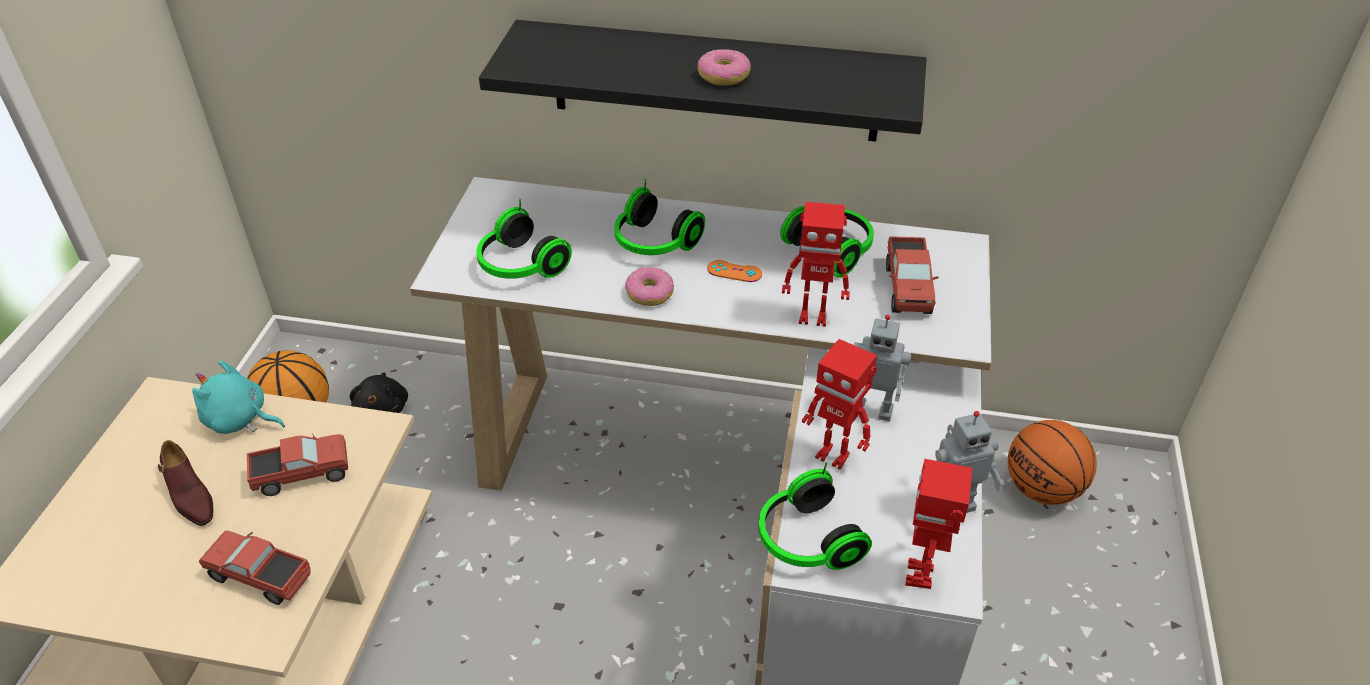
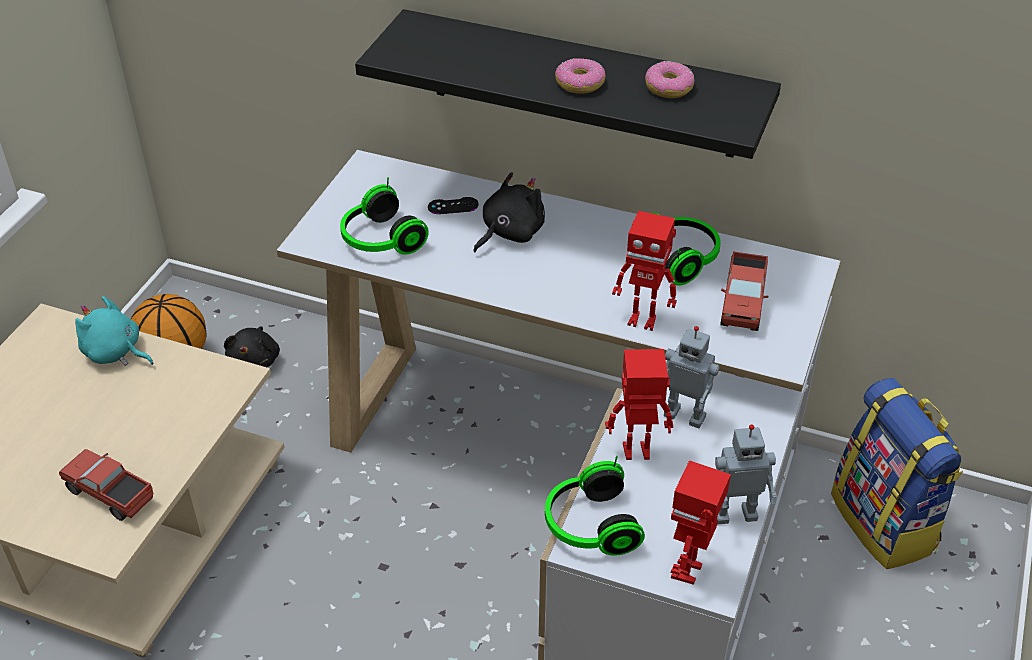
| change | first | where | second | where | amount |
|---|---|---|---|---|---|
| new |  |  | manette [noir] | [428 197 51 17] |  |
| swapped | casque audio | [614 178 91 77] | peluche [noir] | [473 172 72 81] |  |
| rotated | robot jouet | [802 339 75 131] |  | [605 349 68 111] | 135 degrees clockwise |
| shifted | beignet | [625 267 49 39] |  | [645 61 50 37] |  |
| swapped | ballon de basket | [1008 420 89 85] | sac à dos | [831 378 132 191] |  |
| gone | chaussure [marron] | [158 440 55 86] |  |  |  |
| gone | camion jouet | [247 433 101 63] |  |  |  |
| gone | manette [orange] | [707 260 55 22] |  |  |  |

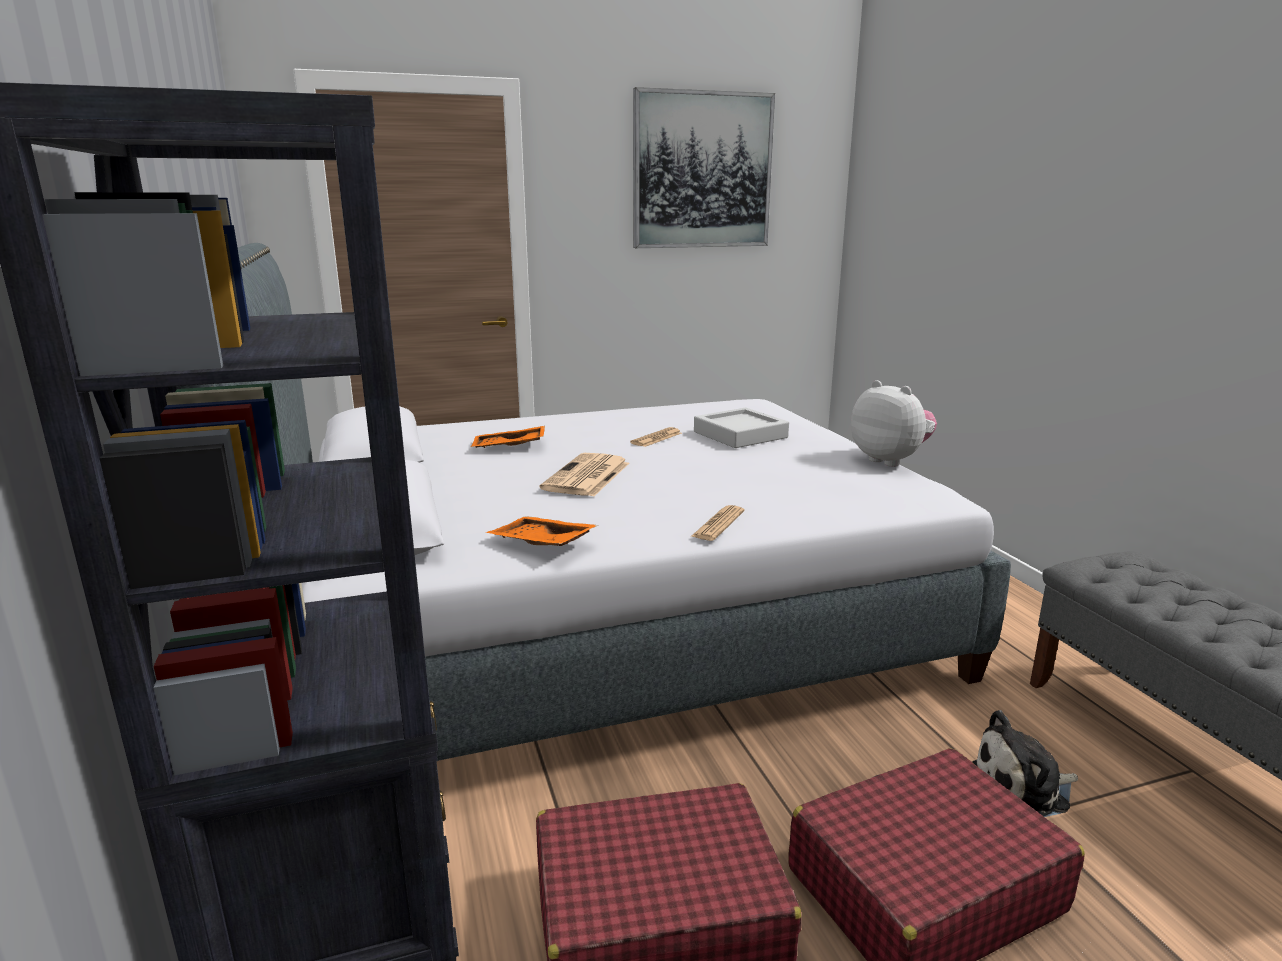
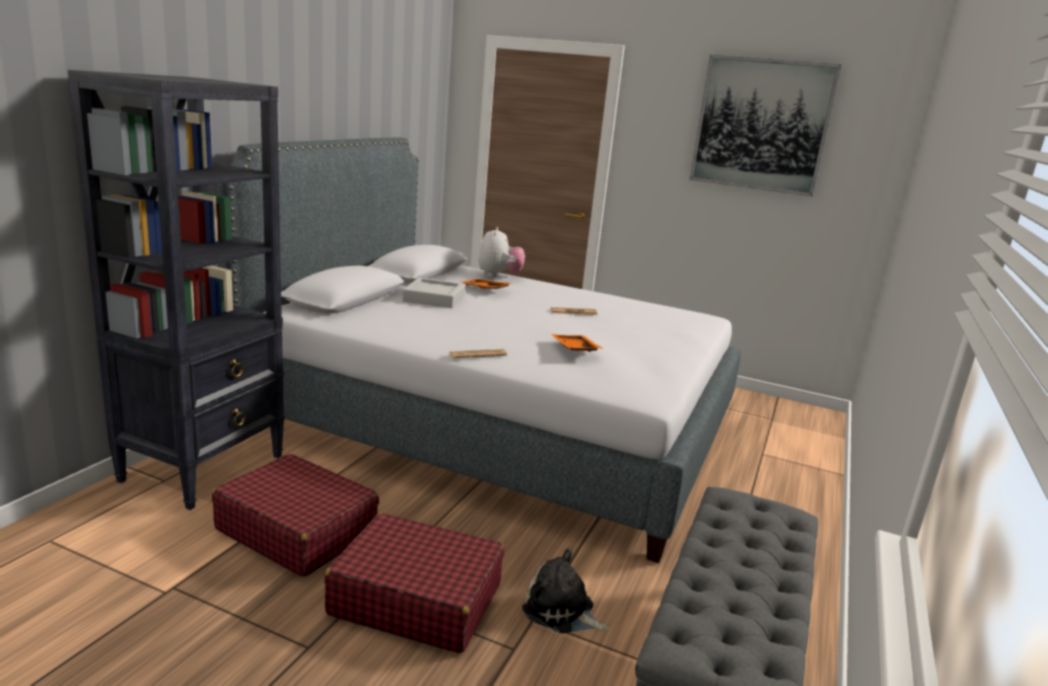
| change | first | where | second | where | amount |
|---|---|---|---|---|---|
| shifted | plateau [gris] | [694 408 95 40] |  | [402 278 63 30] |  |
| shifted | peluche | [851 380 86 87] |  | [478 227 47 50] |  |
| shifted | plateau [orange] | [485 516 113 30] |  | [551 334 51 18] |  |
| gone | journal | [539 453 90 44] |  |  |  |

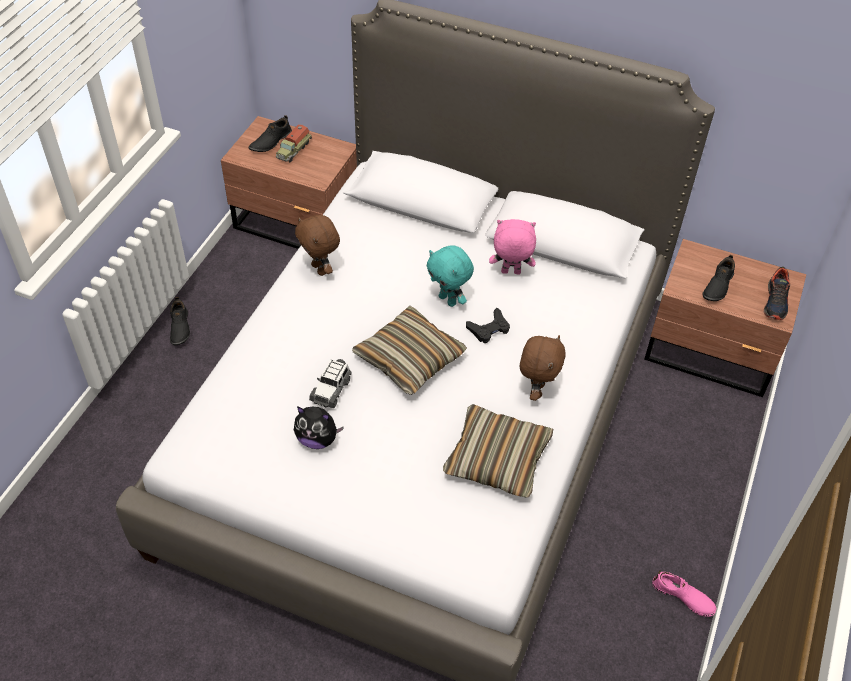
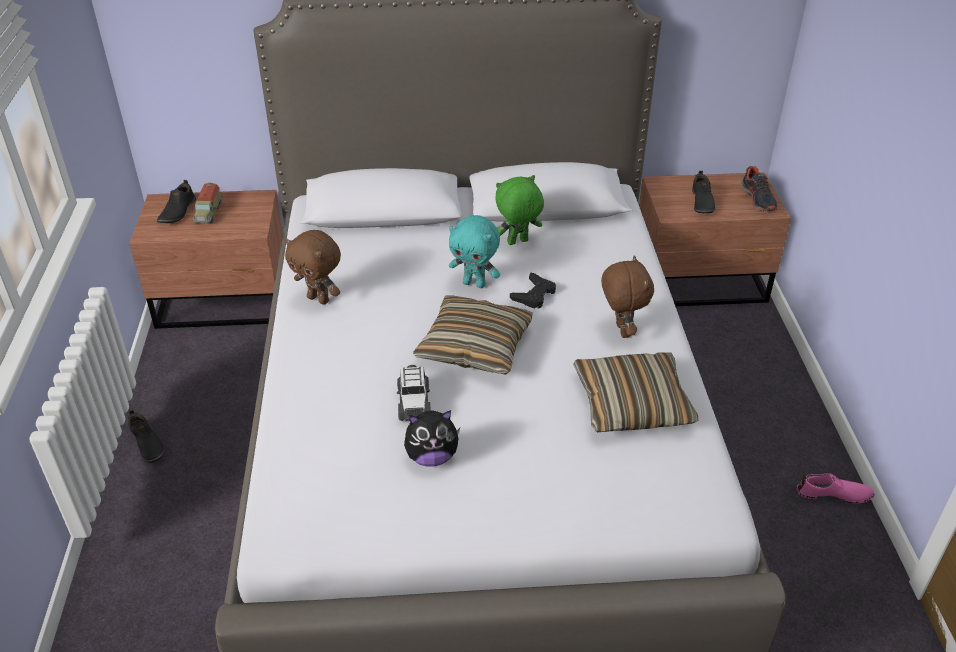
| change | first | where | second | where | amount |
|---|---|---|---|---|---|
| repainted | peluche [rose] | [489 219 47 55] | peluche [vert] | [495 175 49 70] |  |

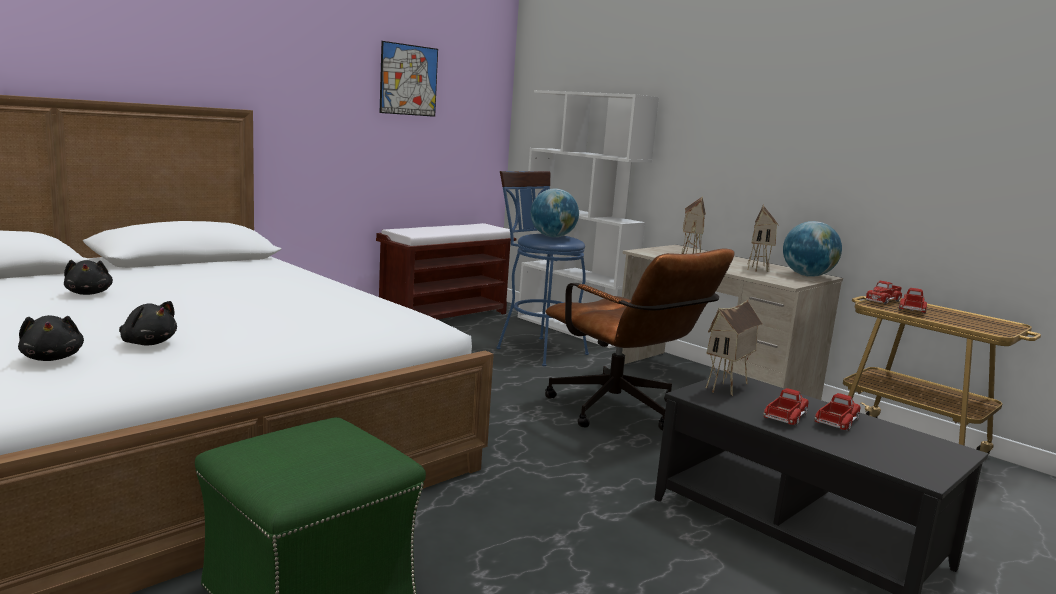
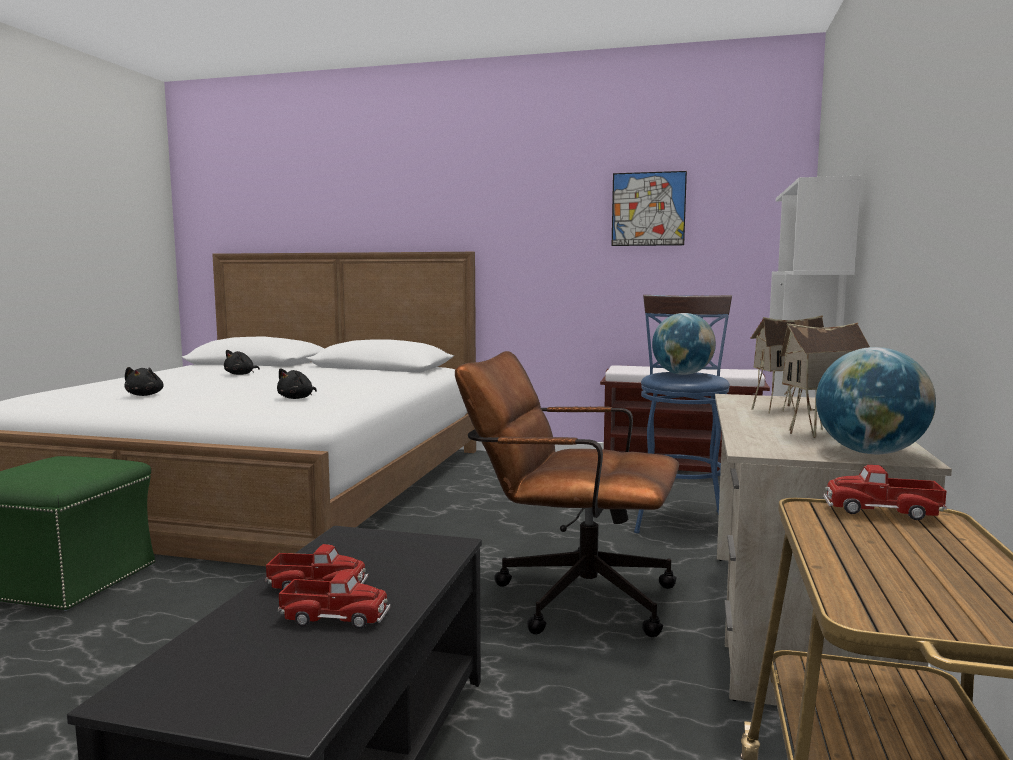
| change | first | where | second | where | amount |
|---|---|---|---|---|---|
| shifted | peluche [noir] | [18 315 66 46] |  | [277 368 40 31] |  |
| rotated | chaise de bureau [marron] | [545 249 189 182] |  | [455 351 224 286] | 90 degrees clockwise |
| gone | maison miniature | [706 300 56 96] |  |  |  |
| gone | camion jouet | [899 288 28 26] |  |  |  |

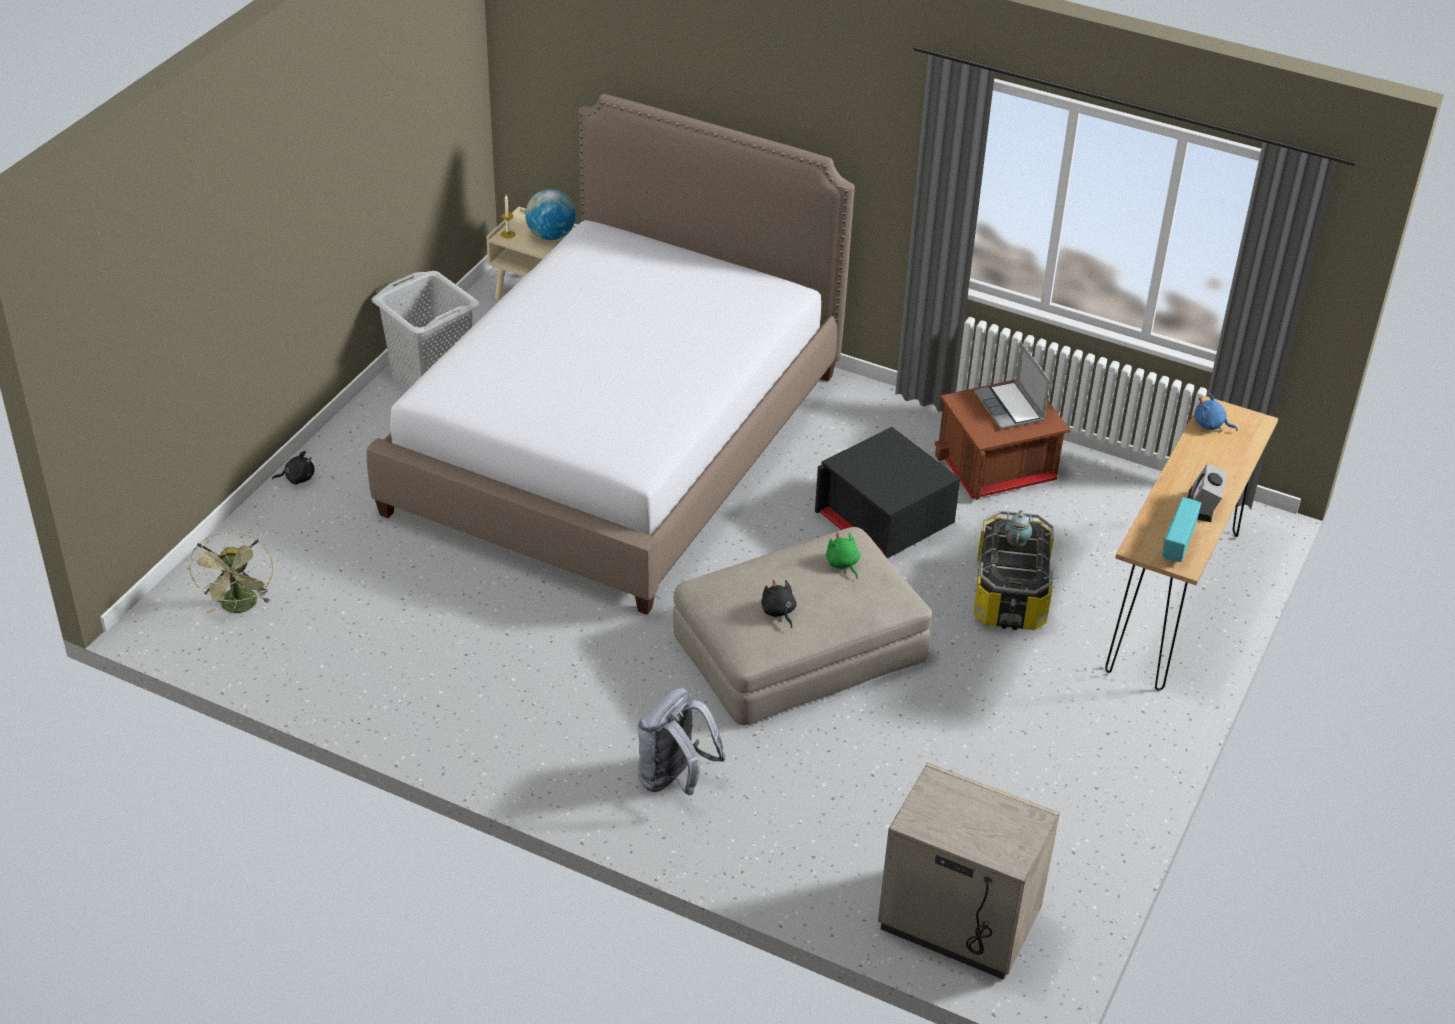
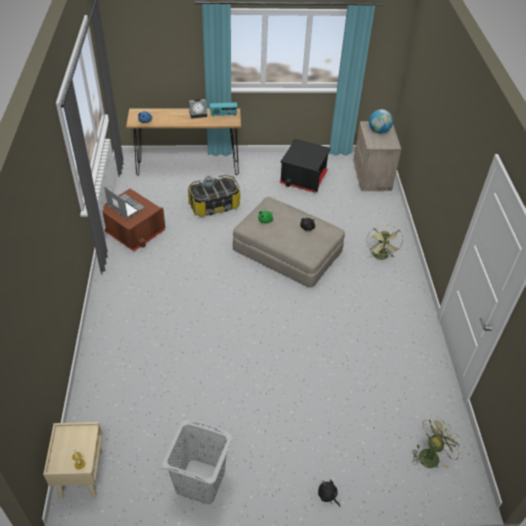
| change | first | where | second | where | amount |
|---|---|---|---|---|---|
| rotated | ordinateur portable | [974 344 76 85] |  | [104 187 41 32] | 90 degrees counterclockwise |
| shifted | boîte de rangement [noir] | [815 427 145 132] |  | [280 139 51 54] |  |
| swapped | sac à dos [gris] | [638 688 87 107] | ventilateur [vert] | [366 225 37 35] |  |
| shifted | globe | [525 189 51 51] |  | [369 109 24 25] |  |
| gone | lit | [367 94 488 521] |  |  |  |

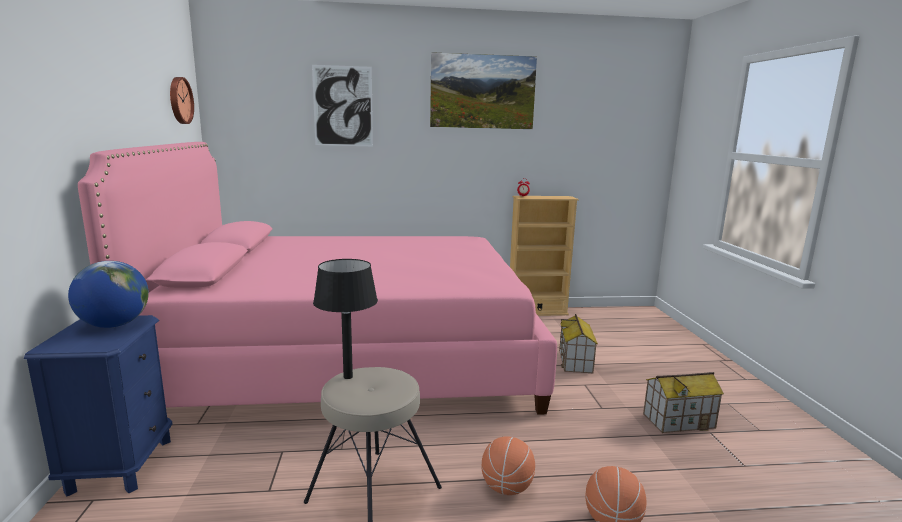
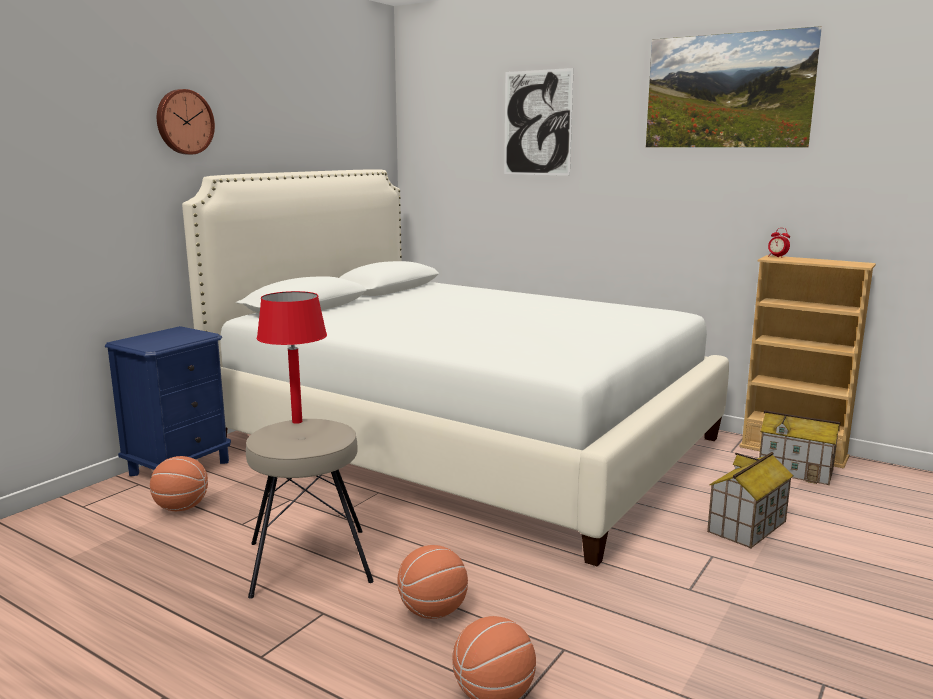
| change | first | where | second | where | amount |
|---|---|---|---|---|---|
| new |  |  | ballon de basket | [150 456 58 55] |  |
| shifted | horloge murale | [170 77 24 47] |  | [157 89 58 66] |  |
| repainted | lit [rose] | [78 142 479 273] | lit [blanc] | [182 169 547 397] |  |
| repainted | lampe de table [noir] | [313 259 65 120] | lampe de table [rouge] | [257 291 70 133] |  |
| shifted | maison miniature | [643 372 81 61] |  | [759 410 82 75] |  |
| gone | globe | [68 261 81 67] |  |  |  |

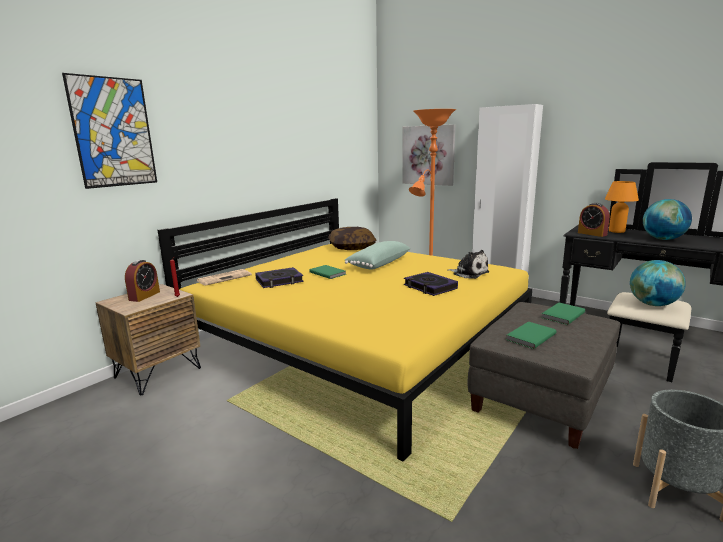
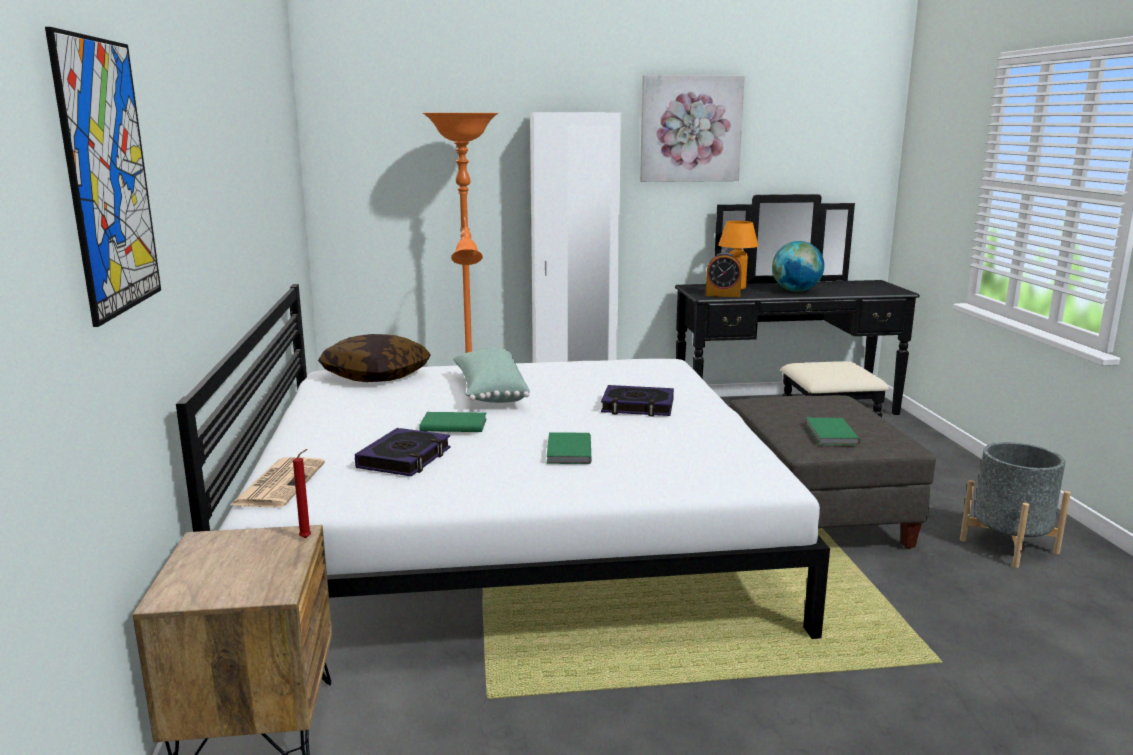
| change | first | where | second | where | amount |
|---|---|---|---|---|---|
| repainted | lit [jaune] | [157 198 375 264] | lit [blanc] | [176 284 654 355] |  |
| shifted | livre [vert] | [541 303 44 22] |  | [547 432 45 32] |  |
| shifted | tableau | [402 124 53 62] |  | [640 75 105 107] |  |
| gone | réveil | [125 260 35 42] |  |  |  |
| gone | peluche | [448 250 41 29] |  |  |  |
| gone | globe | [630 260 56 46] |  |  |  |

